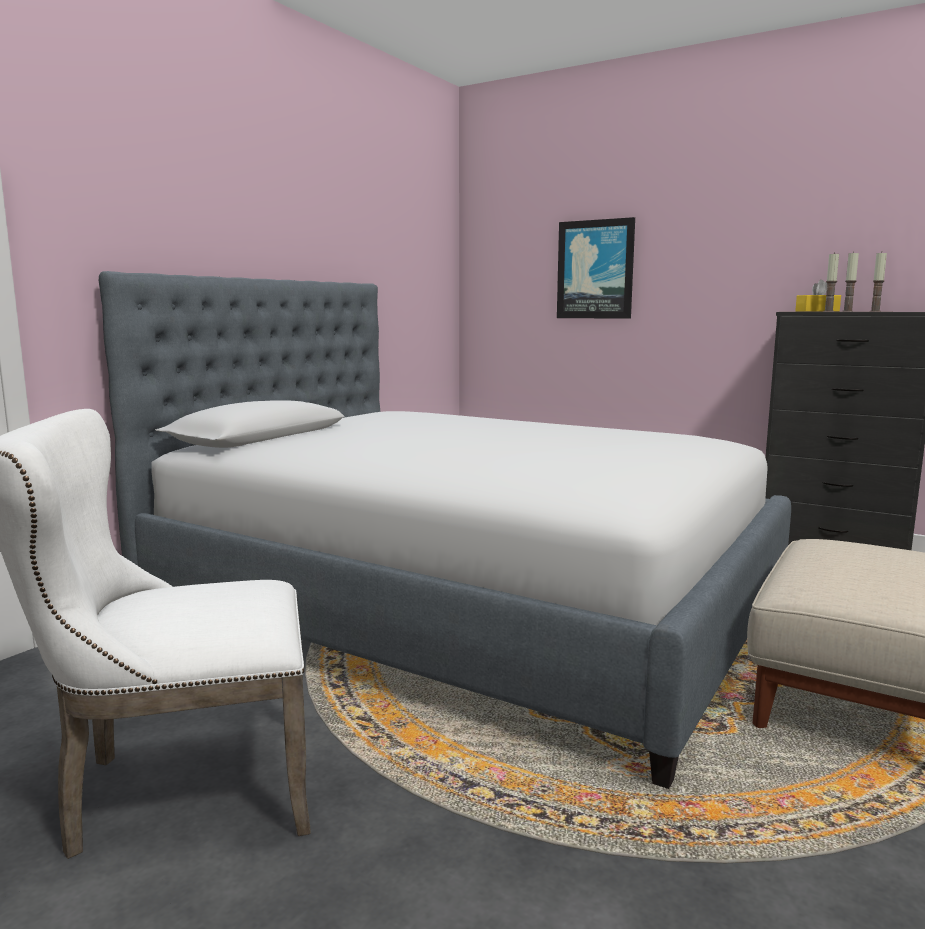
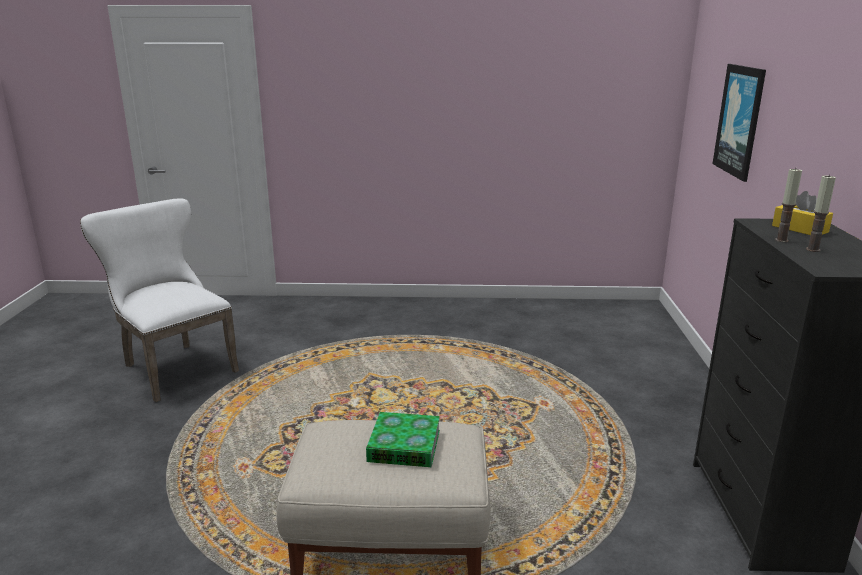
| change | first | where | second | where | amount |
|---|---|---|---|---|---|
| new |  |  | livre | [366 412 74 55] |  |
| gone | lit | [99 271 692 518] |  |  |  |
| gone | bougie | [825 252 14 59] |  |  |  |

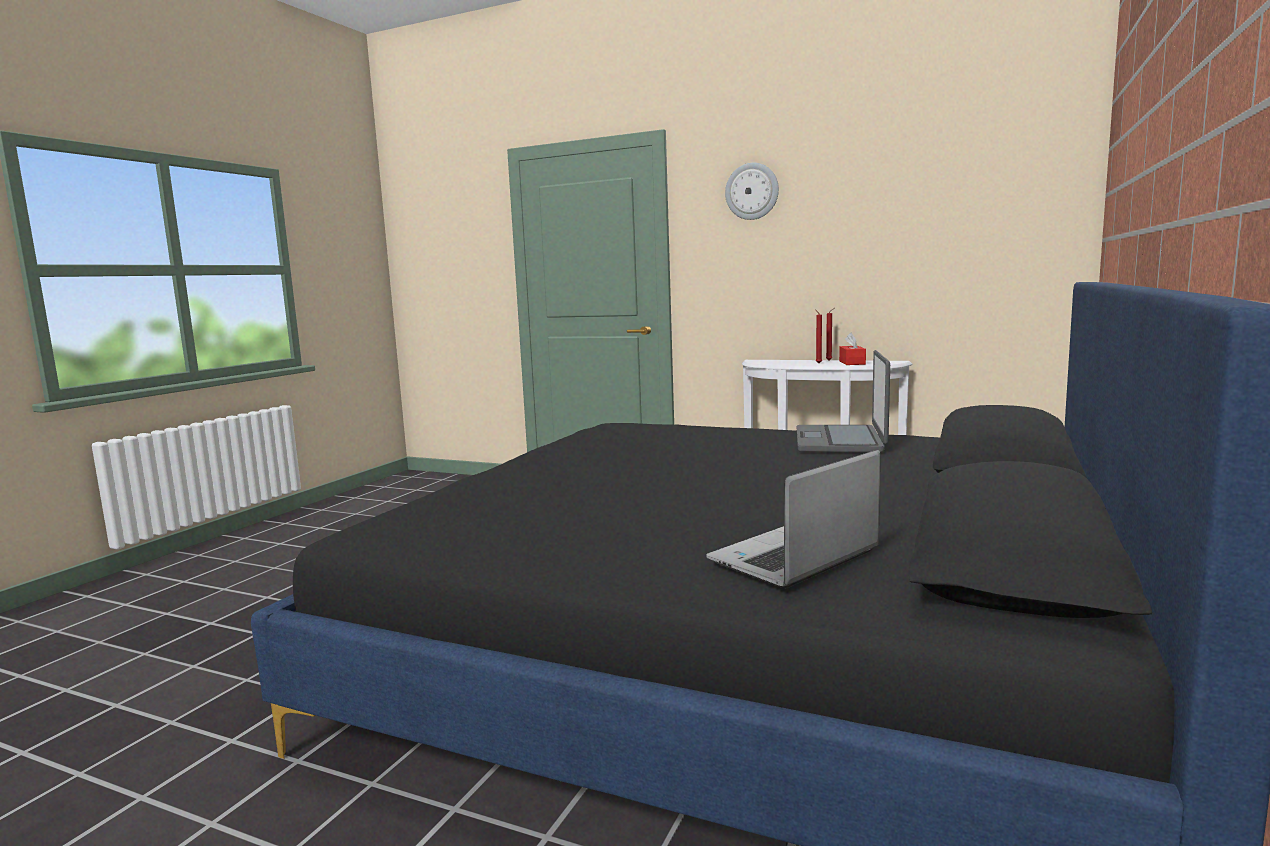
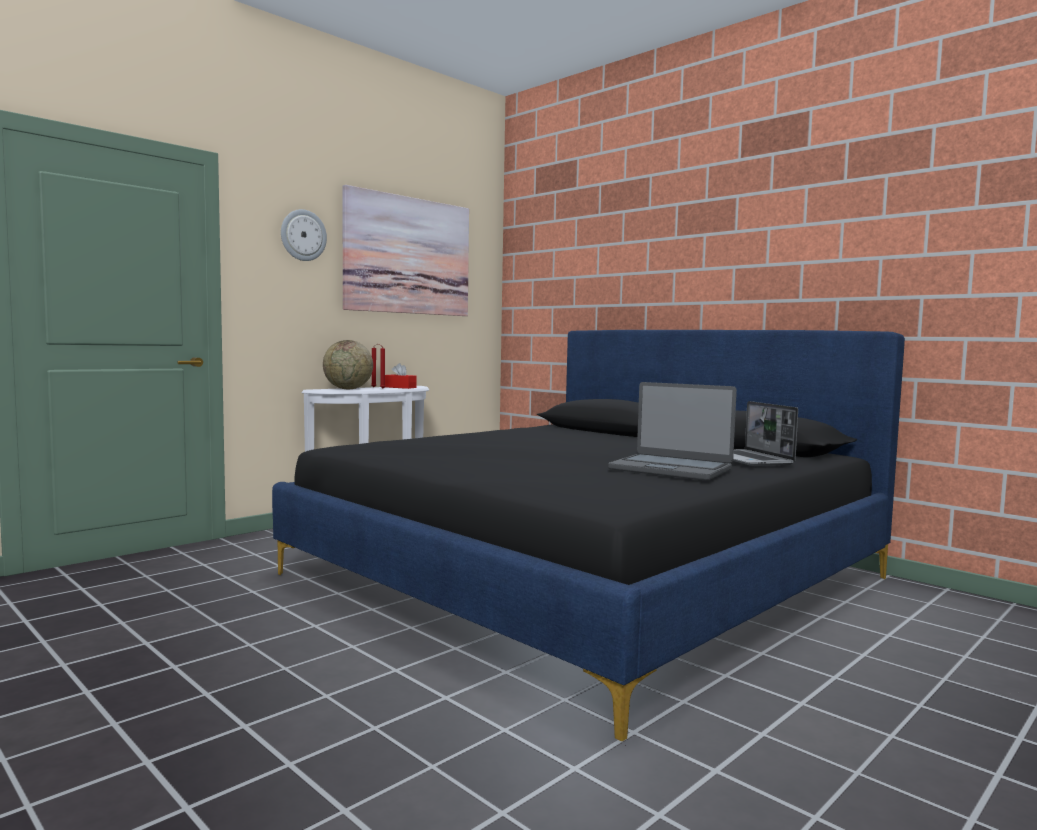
| change | first | where | second | where | amount |
|---|---|---|---|---|---|
| new |  |  | globe | [323 340 50 49] |  |
| new |  |  | tableau | [342 185 127 131] |  |
| shifted | ordinateur portable | [797 350 93 103] |  | [608 382 129 99] |  |

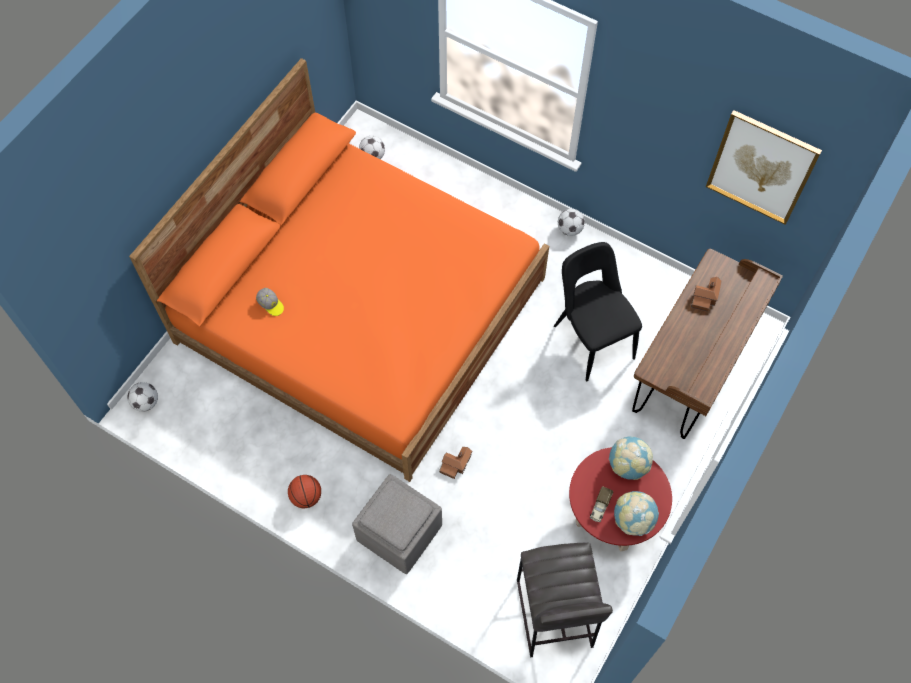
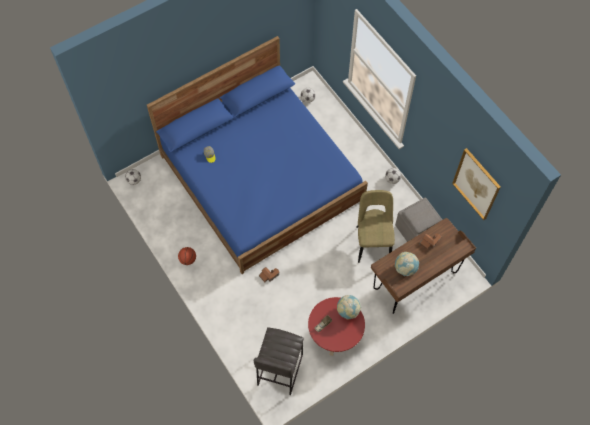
| change | first | where | second | where | amount |
|---|---|---|---|---|---|
| repainted | lit [orange] | [129 58 420 424] | lit [bleu] | [147 36 221 238] |  |
| repainted | chaise [noir] | [554 242 88 140] | chaise [beige] | [356 190 39 73] |  |
| shifted | pouf [gris] | [352 474 90 100] |  | [395 198 47 44] |  |
| shifted | globe | [614 491 45 45] |  | [395 252 24 24] |  |

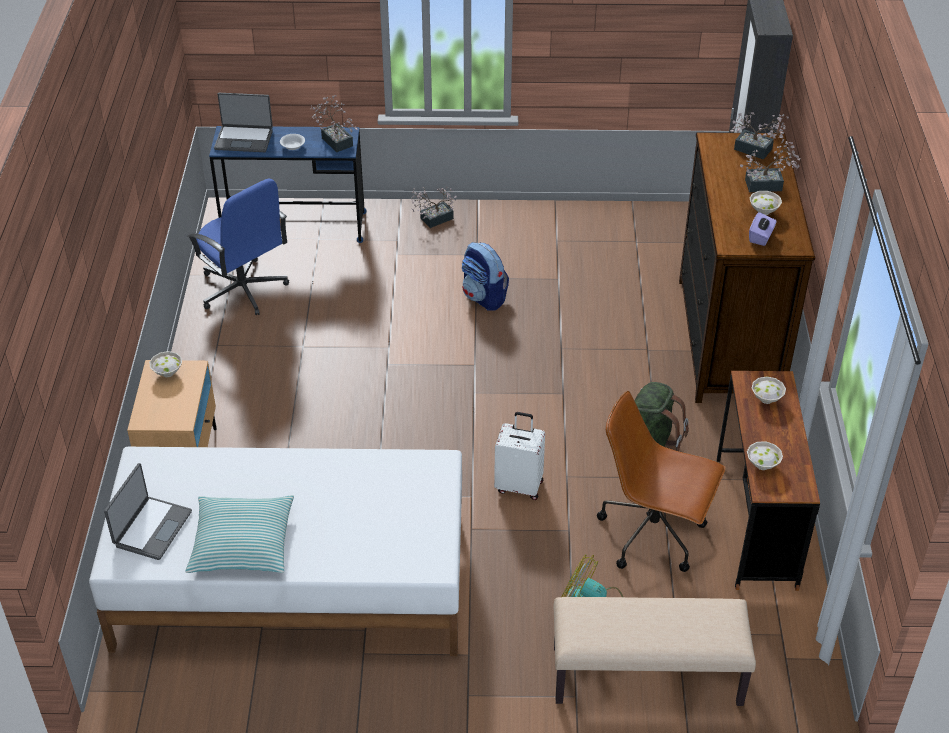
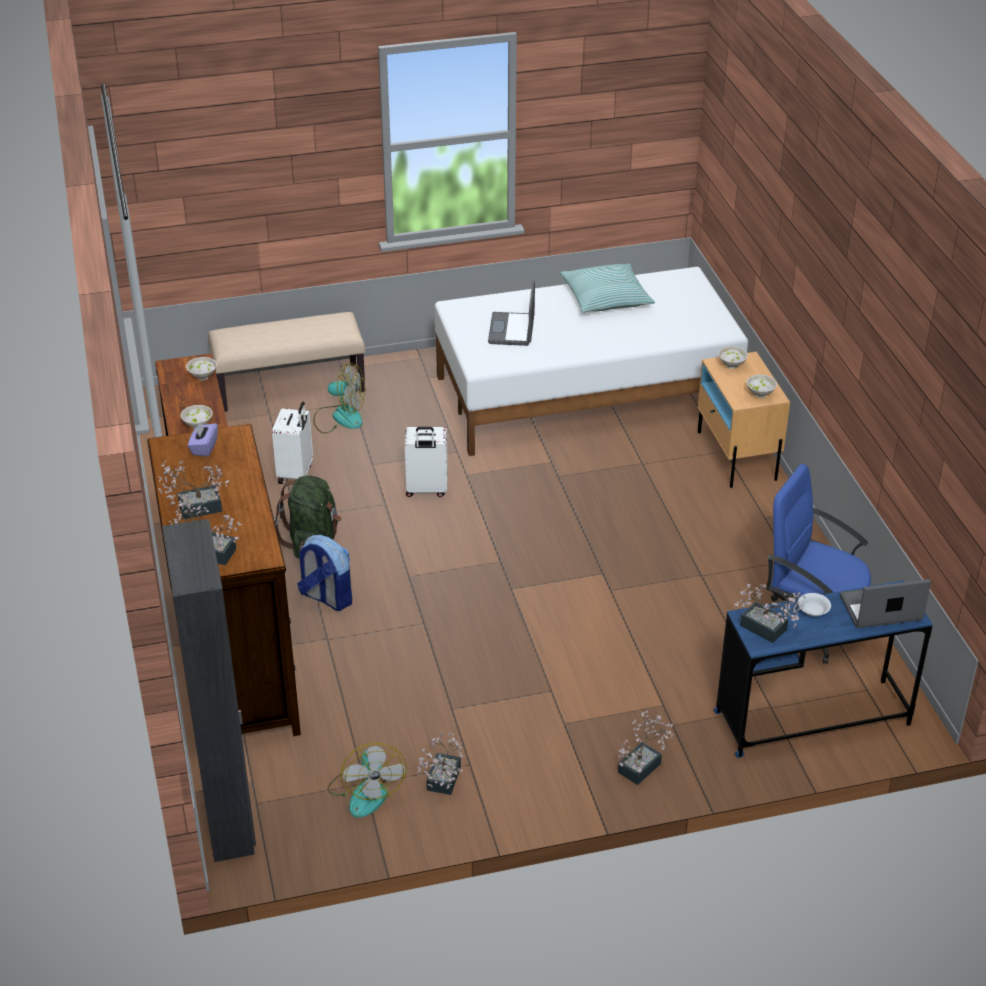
| change | first | where | second | where | amount |
|---|---|---|---|---|---|
| swapped | chaise de bureau [marron] | [597 391 129 181] | valise [blanc] | [272 402 41 82] |  |
| shifted | sac à dos | [462 242 47 69] |  | [297 535 55 76] |  |
| new |  |  | ventilateur | [327 743 80 75] |  |
| new |  |  | plante en pot | [417 732 46 63] |  |
| shifted | ordinateur portable | [104 463 88 97] |  | [488 280 47 66] |  |
| shifted | bol [blanc] | [750 191 32 25] |  | [718 346 30 23] |  |

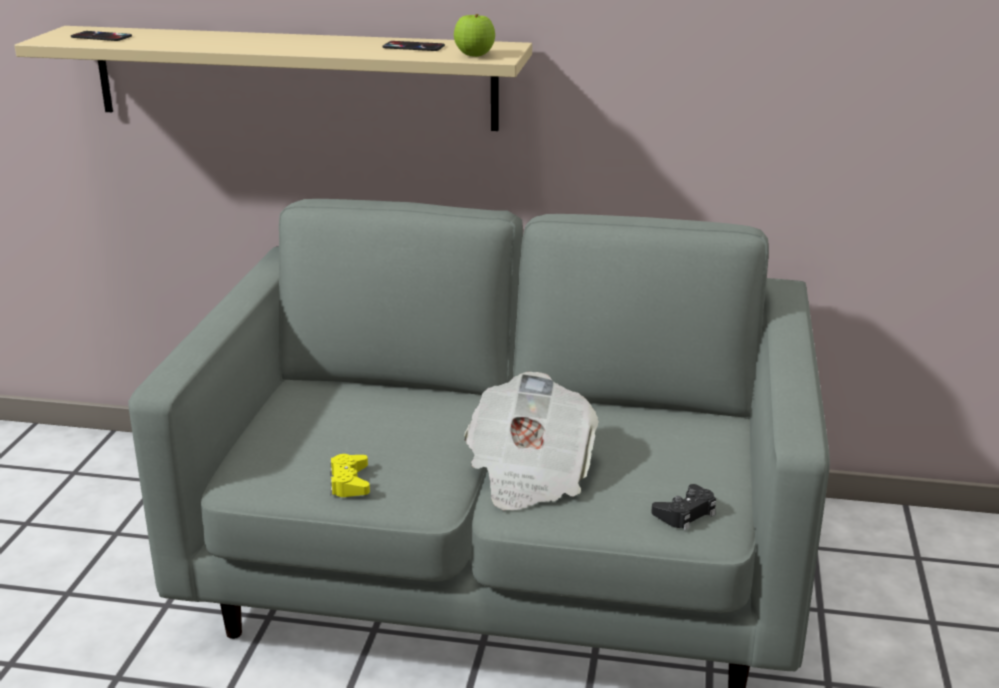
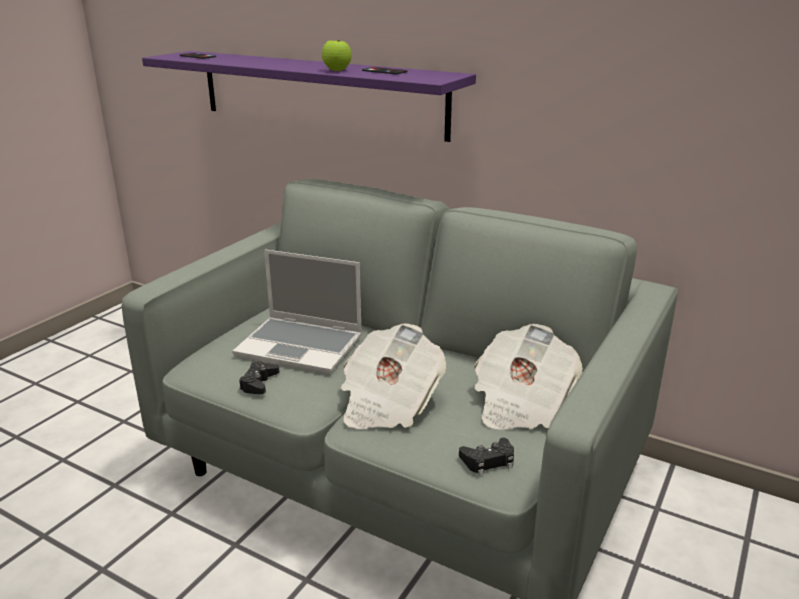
| change | first | where | second | where | amount |
|---|---|---|---|---|---|
| repainted | étagère [beige] | [14 26 518 105] | étagère [violet] | [142 51 334 91] |  |
| new |  |  | ordinateur portable | [232 249 130 125] |  |
| repainted | manette [jaune] | [330 454 40 43] | manette [noir] | [239 361 41 33] |  |
| shifted | pomme | [454 14 41 43] |  | [322 40 30 31] |  |
| new |  |  | journal | [474 324 109 106] |  |

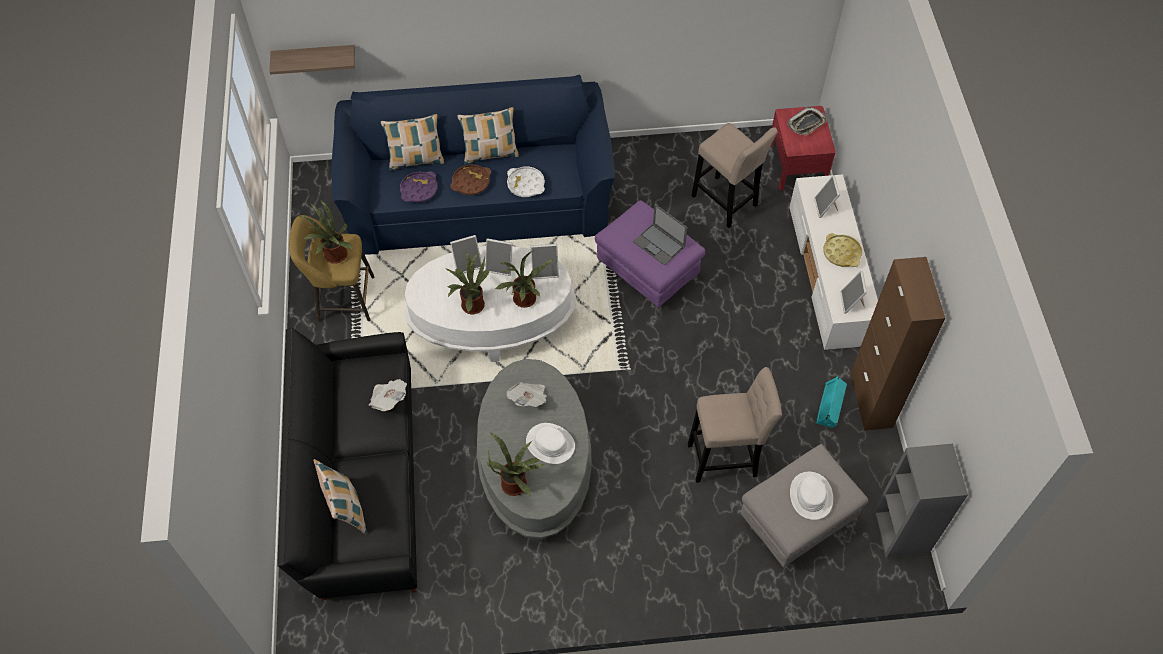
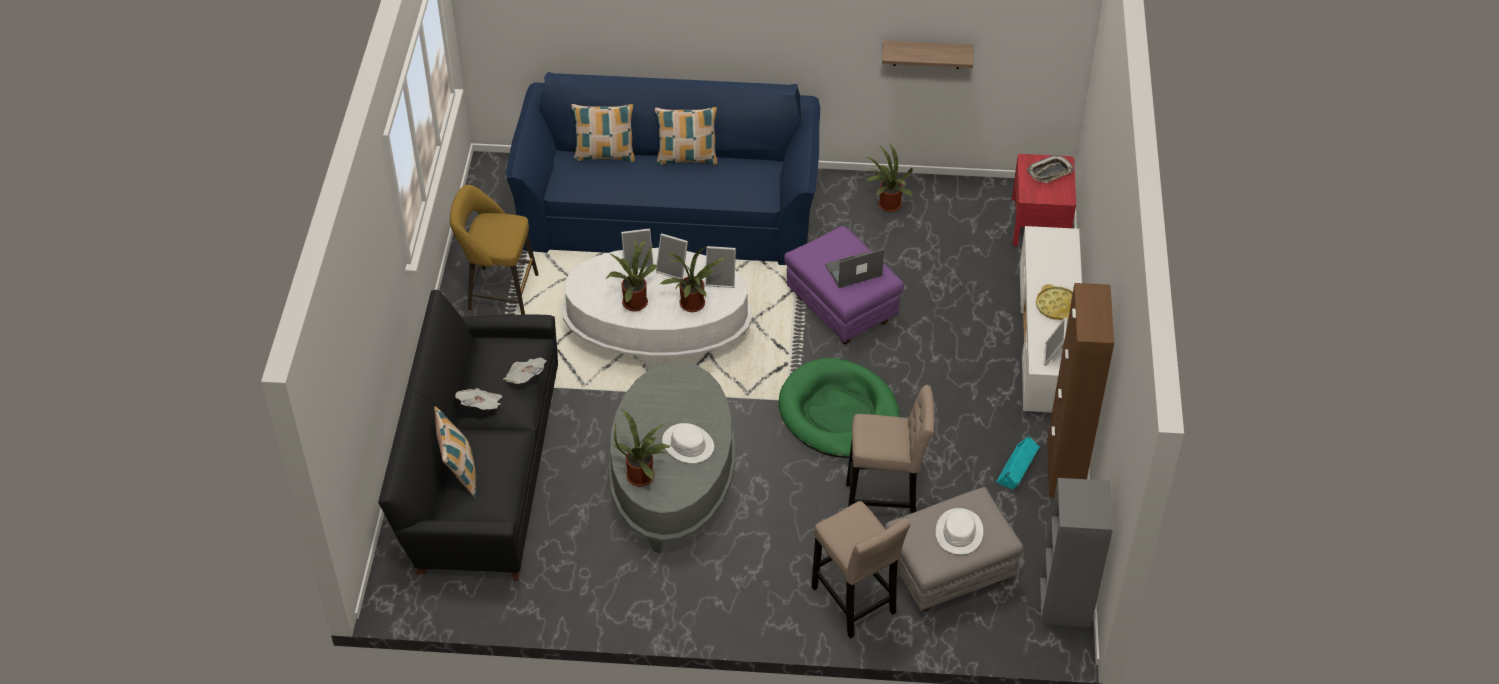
| change | first | where | second | where | amount |
|---|---|---|---|---|---|
| shifted | journal | [506 382 41 25] |  | [455 388 47 22] |  |
| new |  |  | panier pour chien [vert] | [779 358 121 100] |  |
| shifted | tabouret [beige] | [692 123 86 105] |  | [811 501 100 138] |  |
| rotated | ordinateur portable | [633 204 55 61] |  | [825 249 59 39] | 105 degrees clockwise |
| shifted | plante en pot | [298 201 55 63] |  | [865 144 48 68] |  |
| shifted | étagère | [269 45 86 30] |  | [882 41 91 28] |  |
| gone | plateau [violet] | [400 171 38 32] |  |  |  |
| gone | plateau [marron] | [450 164 41 31] |  |  |  |
| gone | plateau [blanc] | [507 167 38 30] |  |  |  |
| gone | cadre photo | [814 175 26 43] |  |  |  |

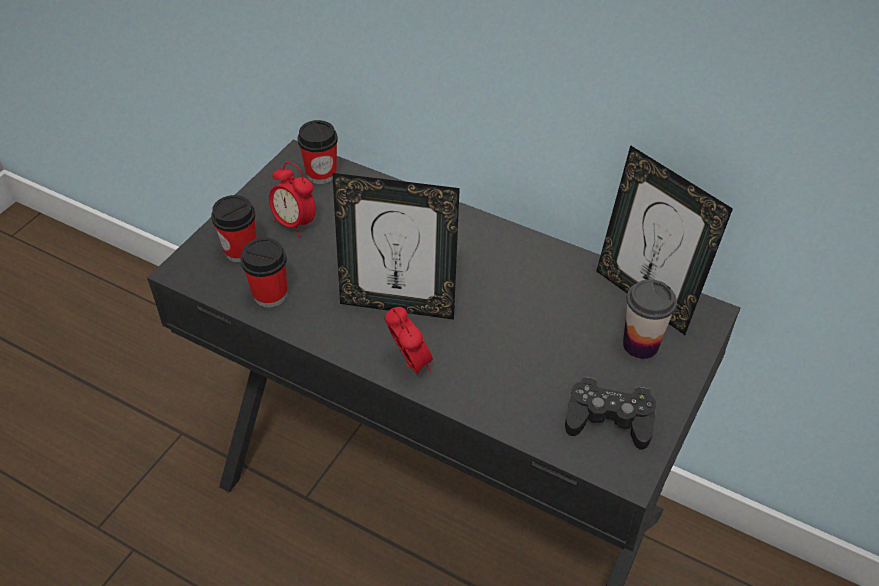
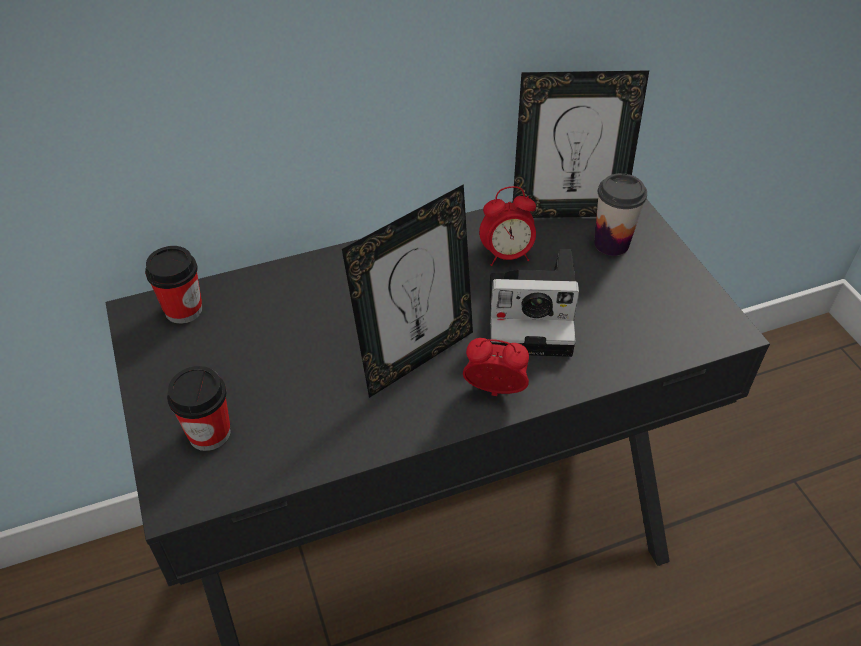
| change | first | where | second | where | amount |
|---|---|---|---|---|---|
| shifted | réveil | [269 162 47 74] |  | [479 186 57 80] |  |
| new |  |  | appareil photo | [490 249 89 108] |  |
| gone | tasse | [241 238 46 70] |  |  |  |
| gone | manette [noir] | [565 376 91 74] |  |  |  |

